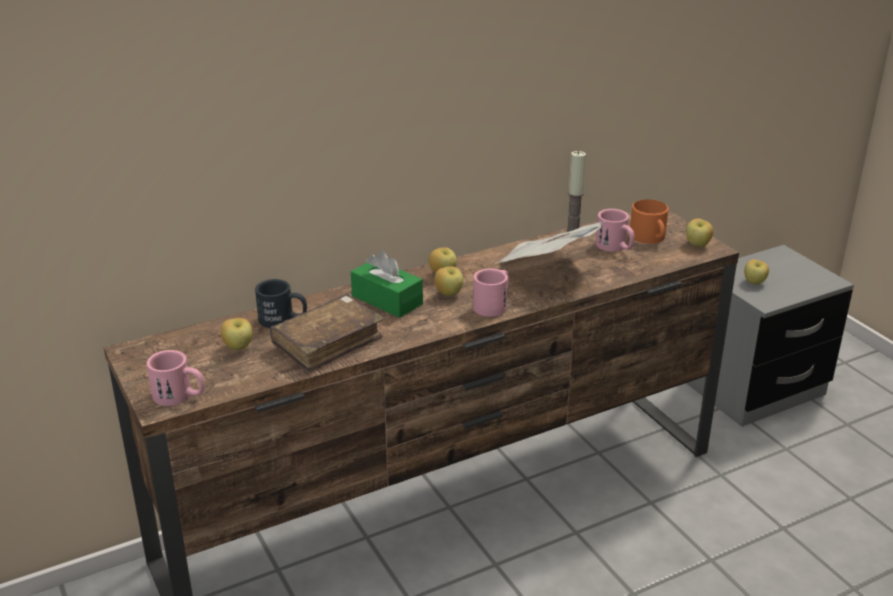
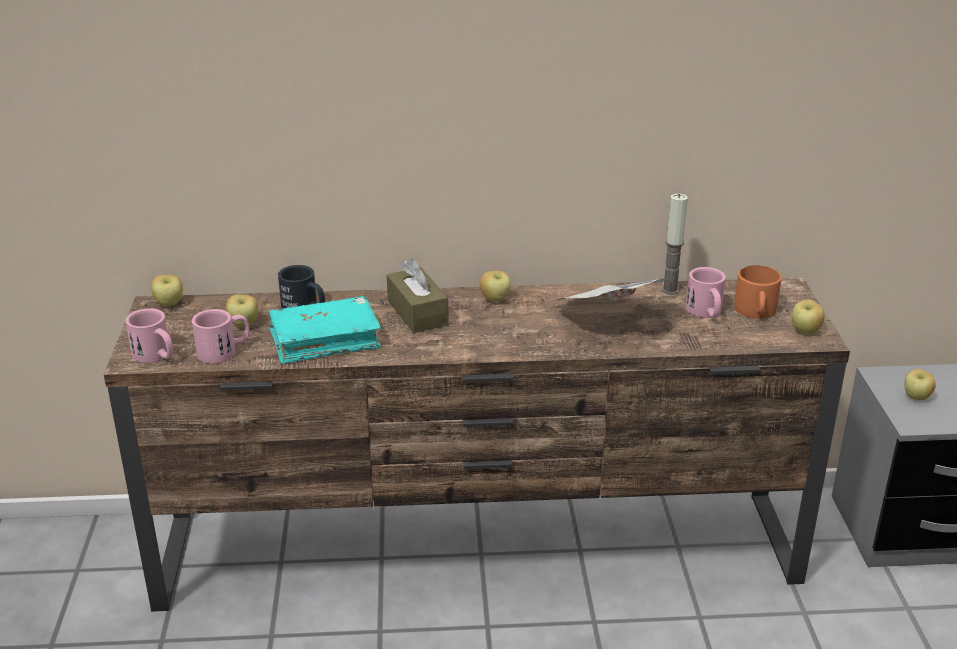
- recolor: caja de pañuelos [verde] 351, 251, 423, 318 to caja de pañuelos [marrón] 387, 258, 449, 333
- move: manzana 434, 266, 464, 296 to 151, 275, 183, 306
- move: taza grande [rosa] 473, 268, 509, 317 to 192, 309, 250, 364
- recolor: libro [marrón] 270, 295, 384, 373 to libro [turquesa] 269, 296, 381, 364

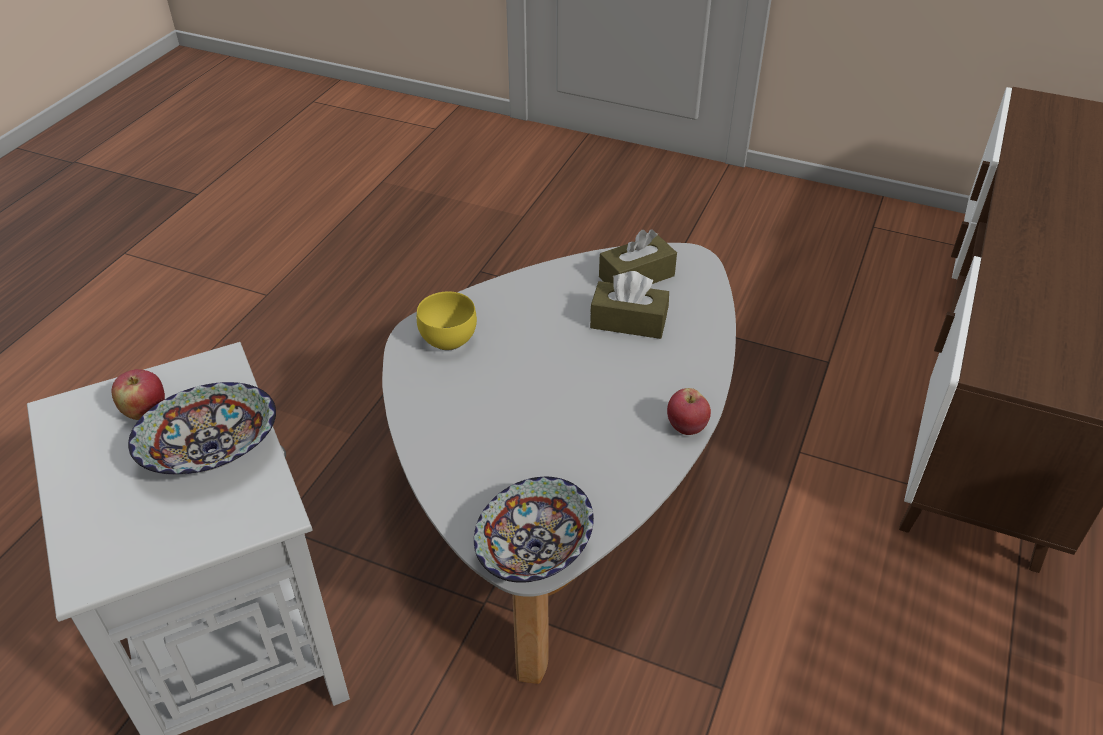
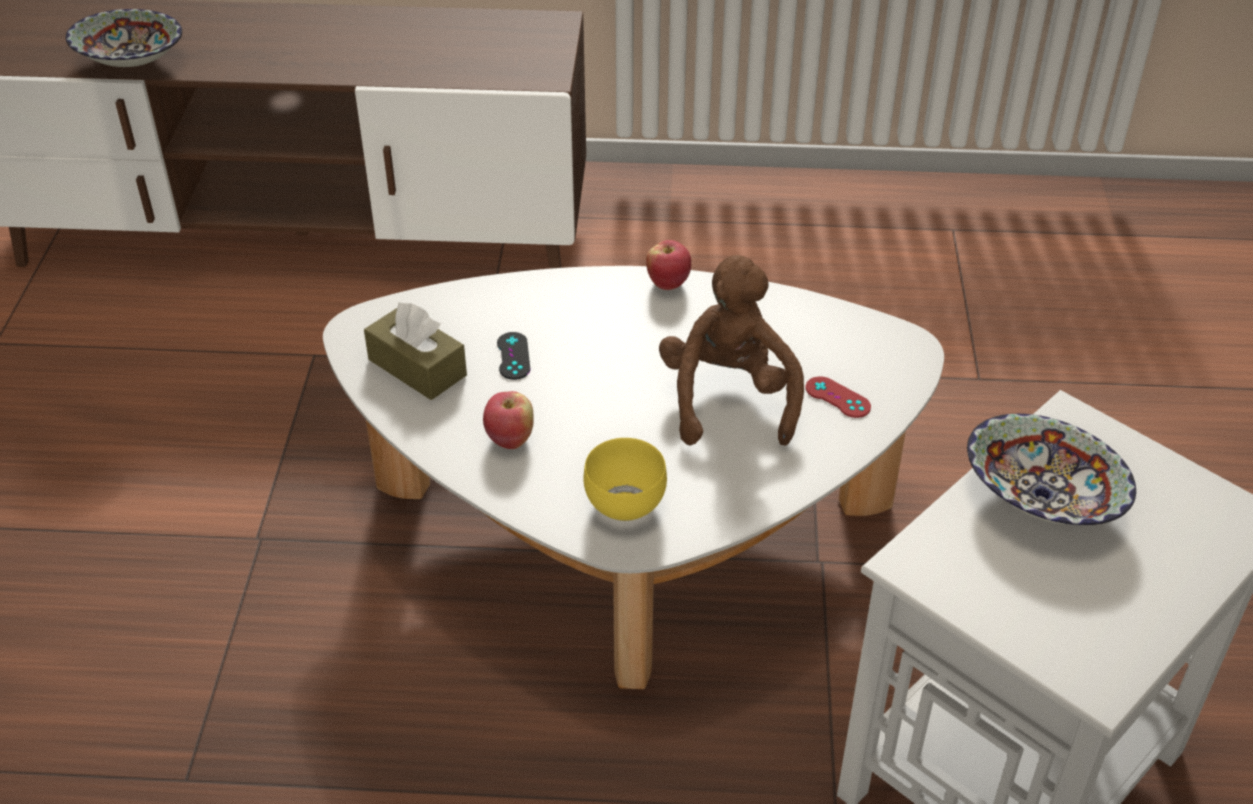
- replace: caja de pañuelos [marrón] 590, 271, 669, 339 to mando de consola [negro] 497, 332, 530, 380
- move: manzana 111, 369, 165, 420 to 483, 391, 534, 449
- move: cuenco 474, 477, 594, 583 to 66, 9, 182, 67
- insert: peluche [marrón] 659, 255, 804, 445
- insert: mando de consola [rojo] 806, 376, 871, 418

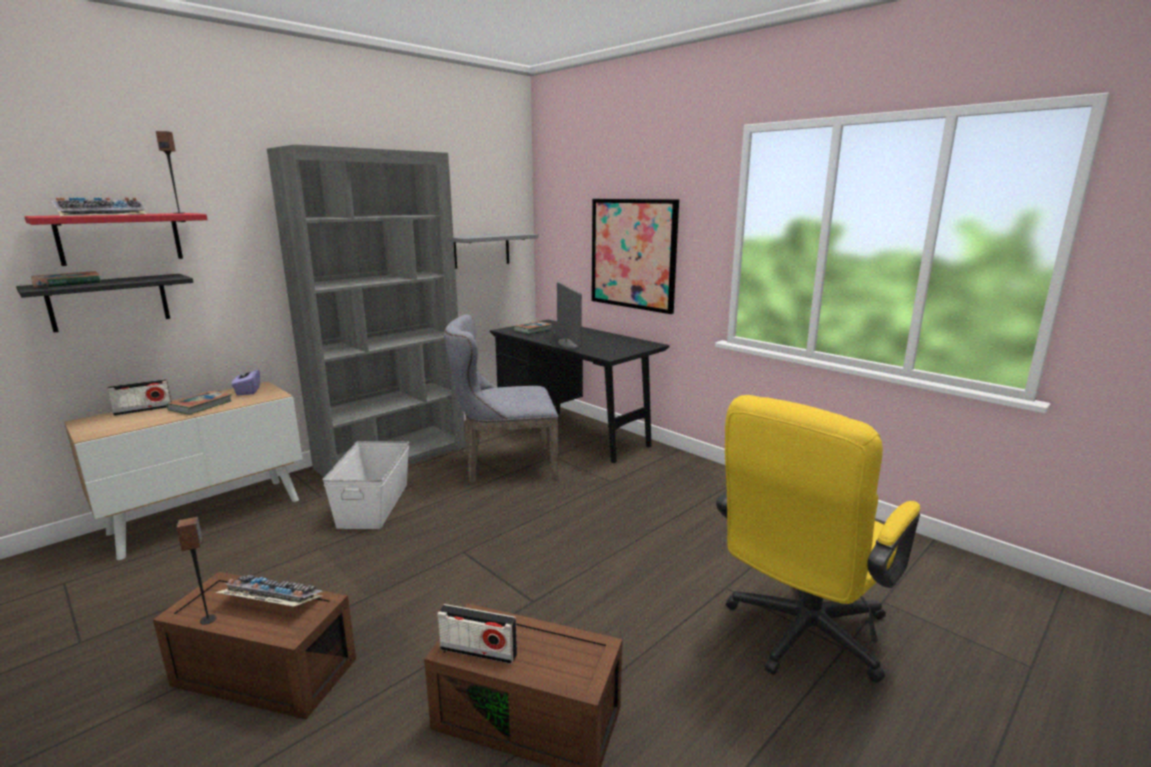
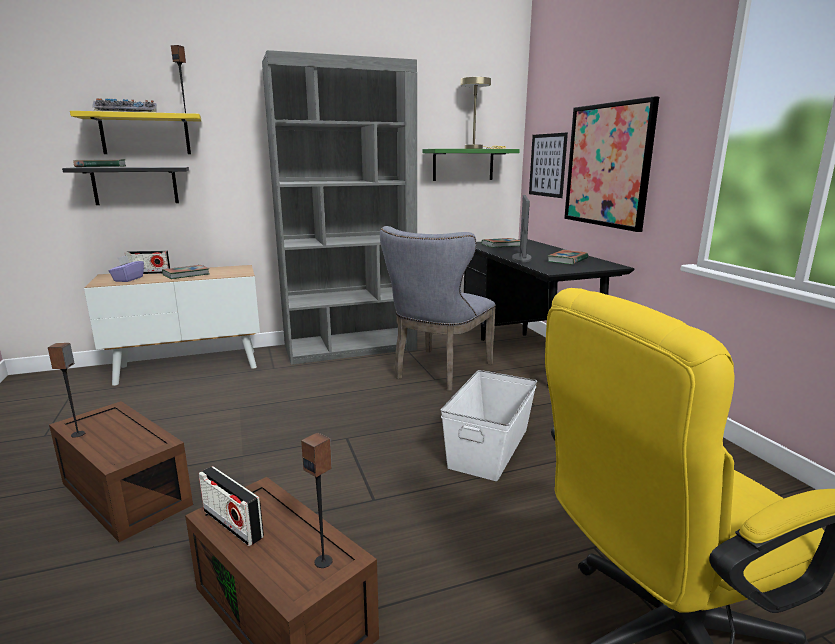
- recolor: estante [rojo] 24, 213, 208, 266 to estante [amarillo] 70, 111, 201, 154
- recolor: estante [gris] 453, 233, 538, 269 to estante [verde] 422, 149, 520, 181
- rotate: silla [gris] 444, 314, 559, 483 = 380, 226, 496, 391 75 degrees counterclockwise
- move: caja de pañuelos [morado] 231, 365, 260, 395 to 109, 255, 144, 282
- move: caja de almacenaje [blanco] 322, 441, 409, 529 to 441, 370, 537, 481
- delete: teclado 216, 575, 323, 607
- insert: lámpara de mesa [beis] 460, 77, 506, 149
- insert: cuadro 529, 133, 568, 198
- insert: libro 547, 250, 589, 264
- insert: altavoz 301, 433, 333, 568

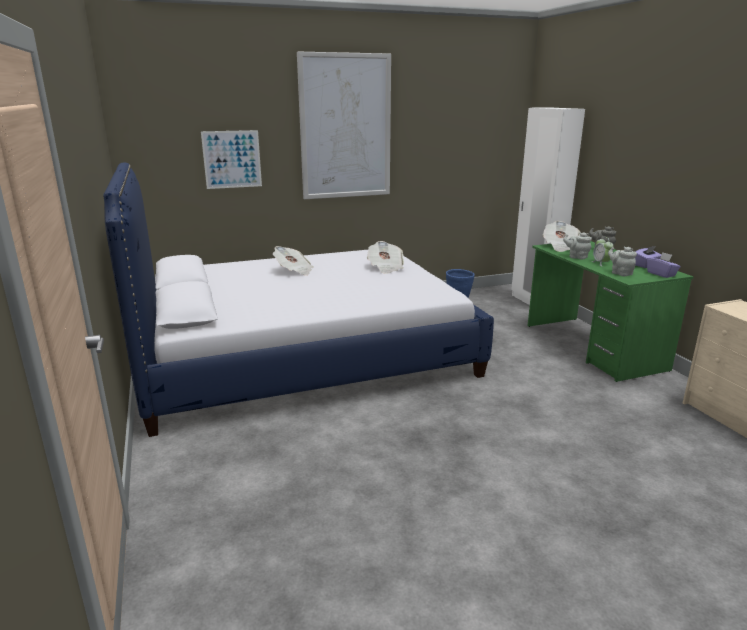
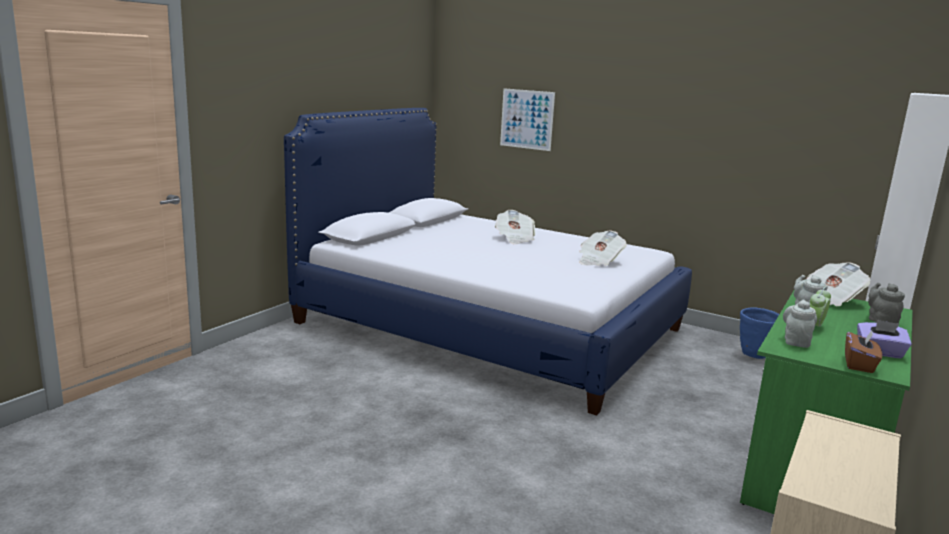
- delete: cuadro 297, 52, 391, 199
- recolor: caja de pañuelos [morado] 647, 252, 681, 278 to caja de pañuelos [marrón] 845, 330, 882, 373

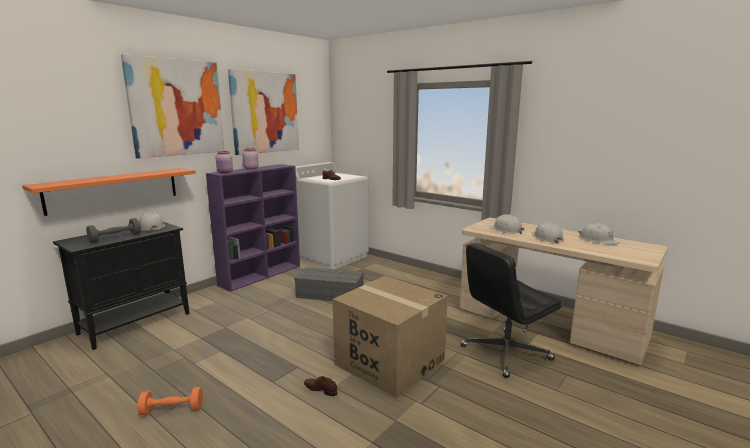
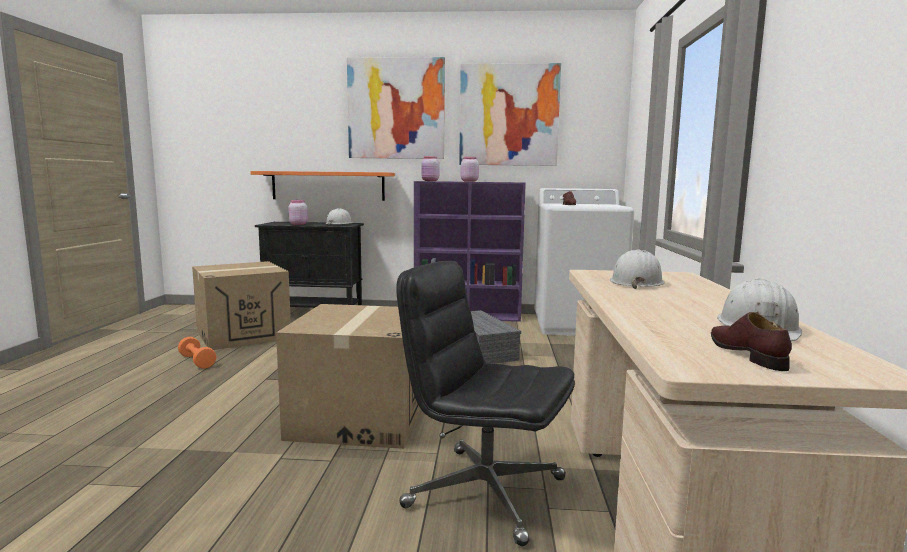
- replace: mancuerna [gris] 86, 218, 141, 243 to tarro [rosa] 288, 200, 308, 225
- delete: casco [blanco] 531, 221, 564, 244
- move: zapato [marrón] 304, 376, 337, 396 to 711, 312, 792, 371
- insert: caja de cartón 192, 261, 291, 350

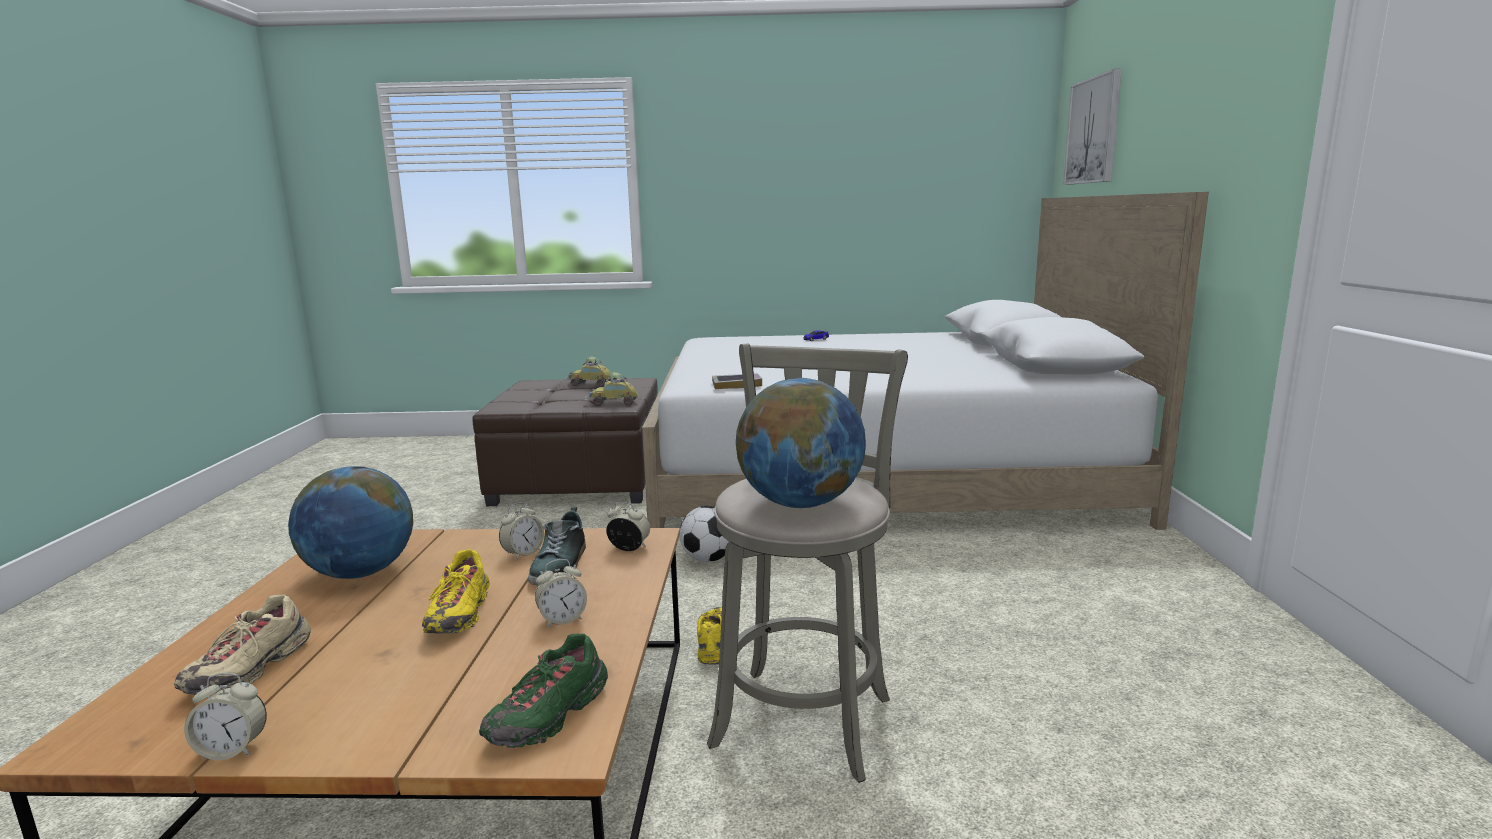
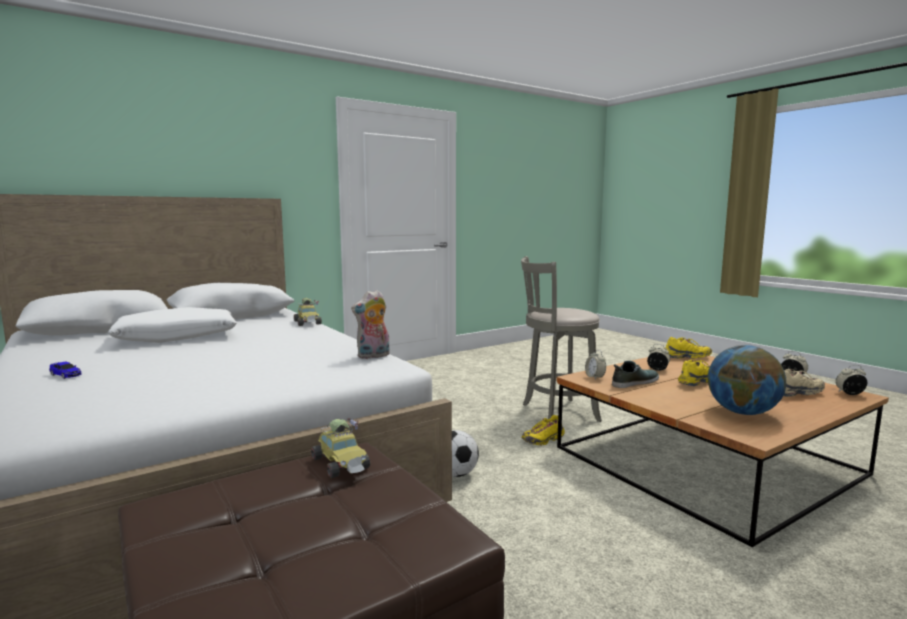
- delete: cuadro 1063, 69, 1122, 185
- move: coche de juguete 566, 356, 611, 387 to 294, 298, 322, 326
- replace: libro 712, 373, 762, 389 to peluche 351, 290, 390, 359
- delete: globo terráqueo 736, 378, 866, 508
- move: despertador 499, 502, 544, 560 to 835, 365, 867, 395
- recolor: zapato [verde] 479, 634, 608, 748 to zapato [amarillo] 665, 337, 712, 359
- insert: cojín [blanco] 108, 307, 237, 343

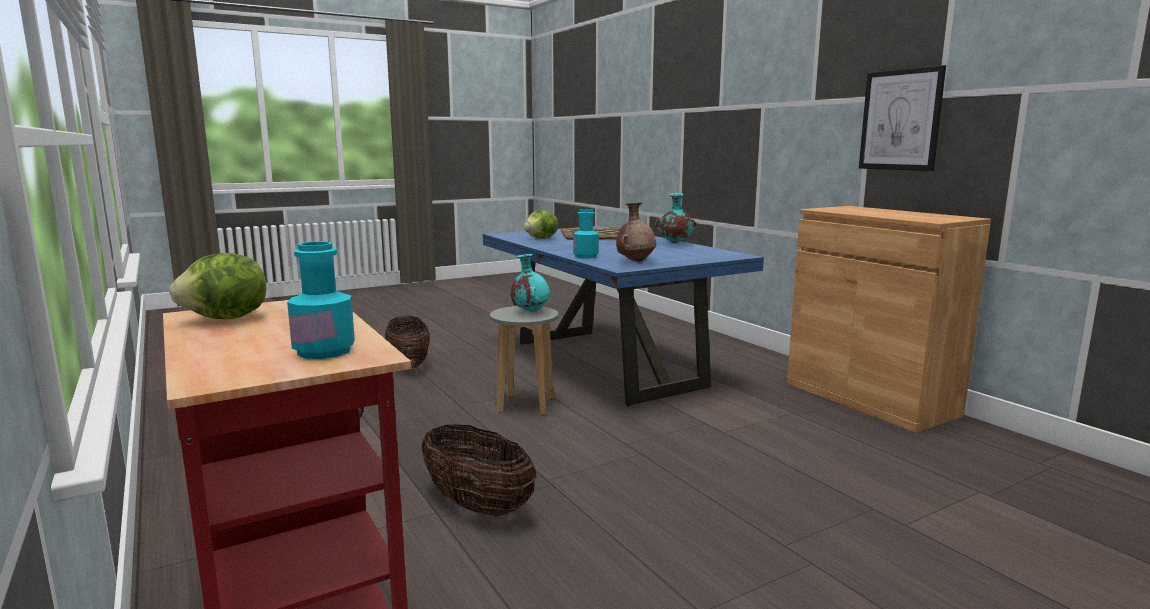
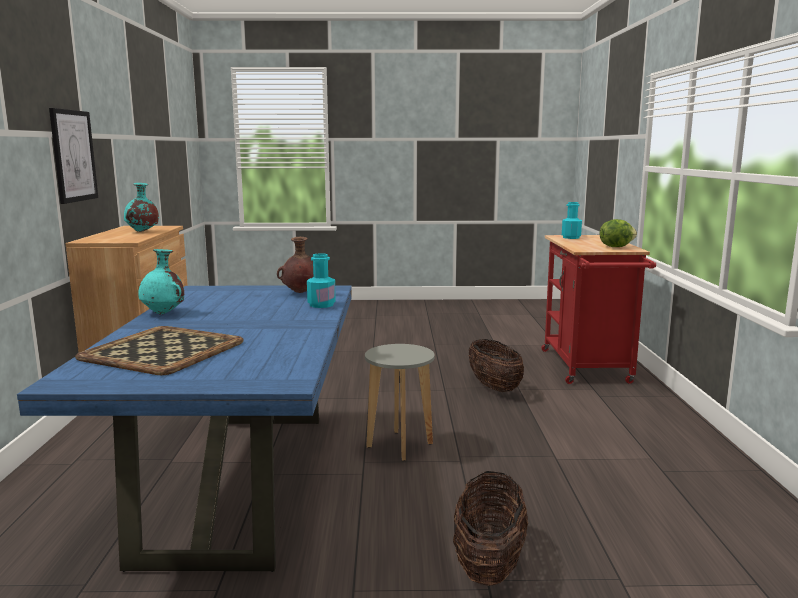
- delete: lechuga 524, 210, 558, 239
- move: florero [turquesa] 511, 254, 550, 312 to 124, 183, 159, 232

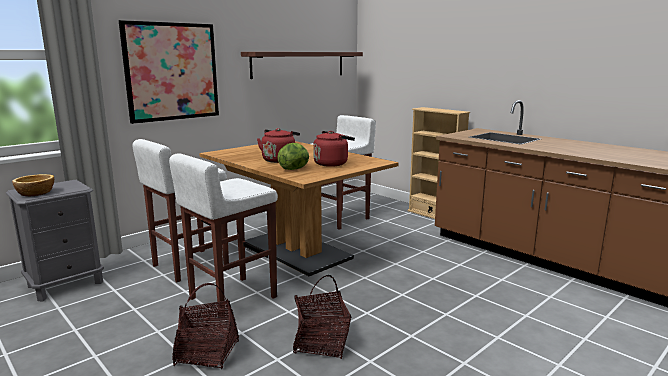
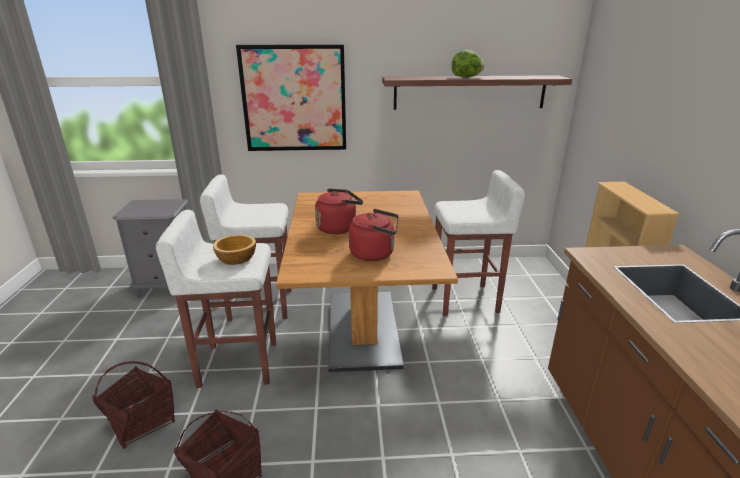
- move: lechuga 278, 143, 309, 170 to 452, 50, 484, 77
- move: cuenco 12, 174, 54, 197 to 213, 235, 256, 265

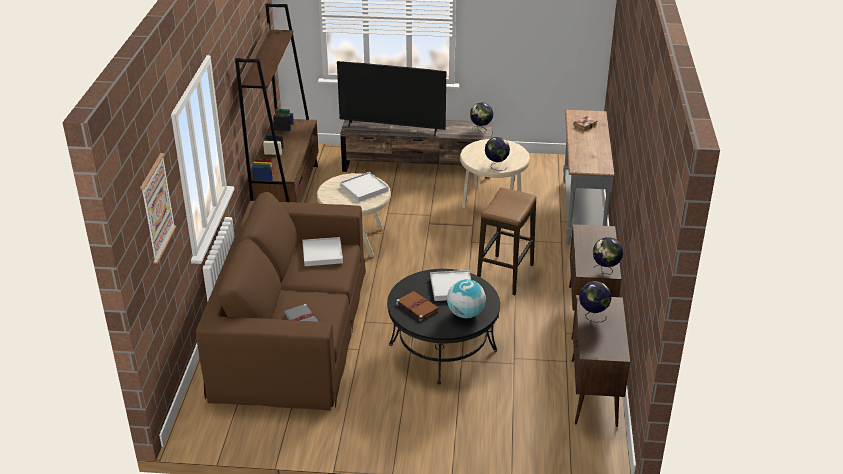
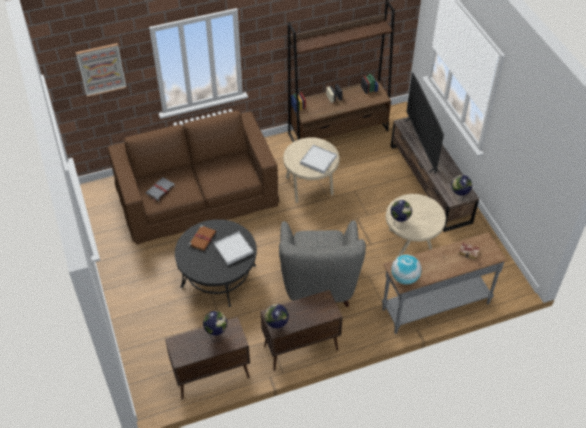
- replace: taburete 477, 188, 537, 295 to sillón [gris] 279, 220, 366, 307
- delete: bandeja [blanco] 302, 237, 343, 266
- move: globo terráqueo 447, 279, 486, 318 to 391, 255, 422, 285

